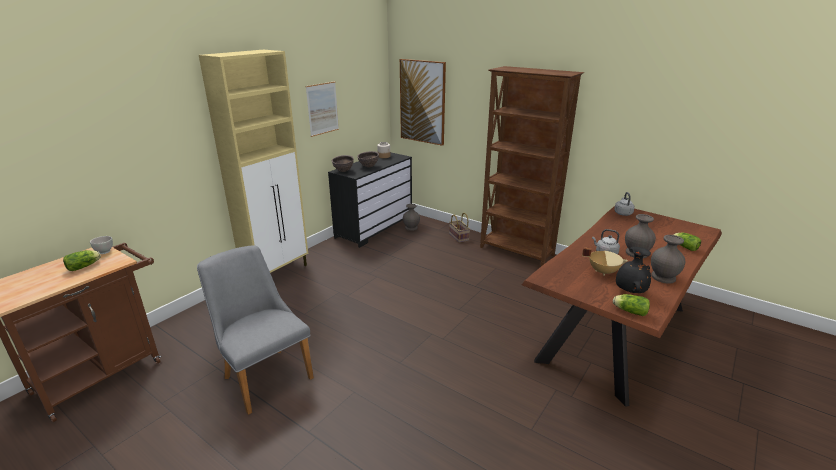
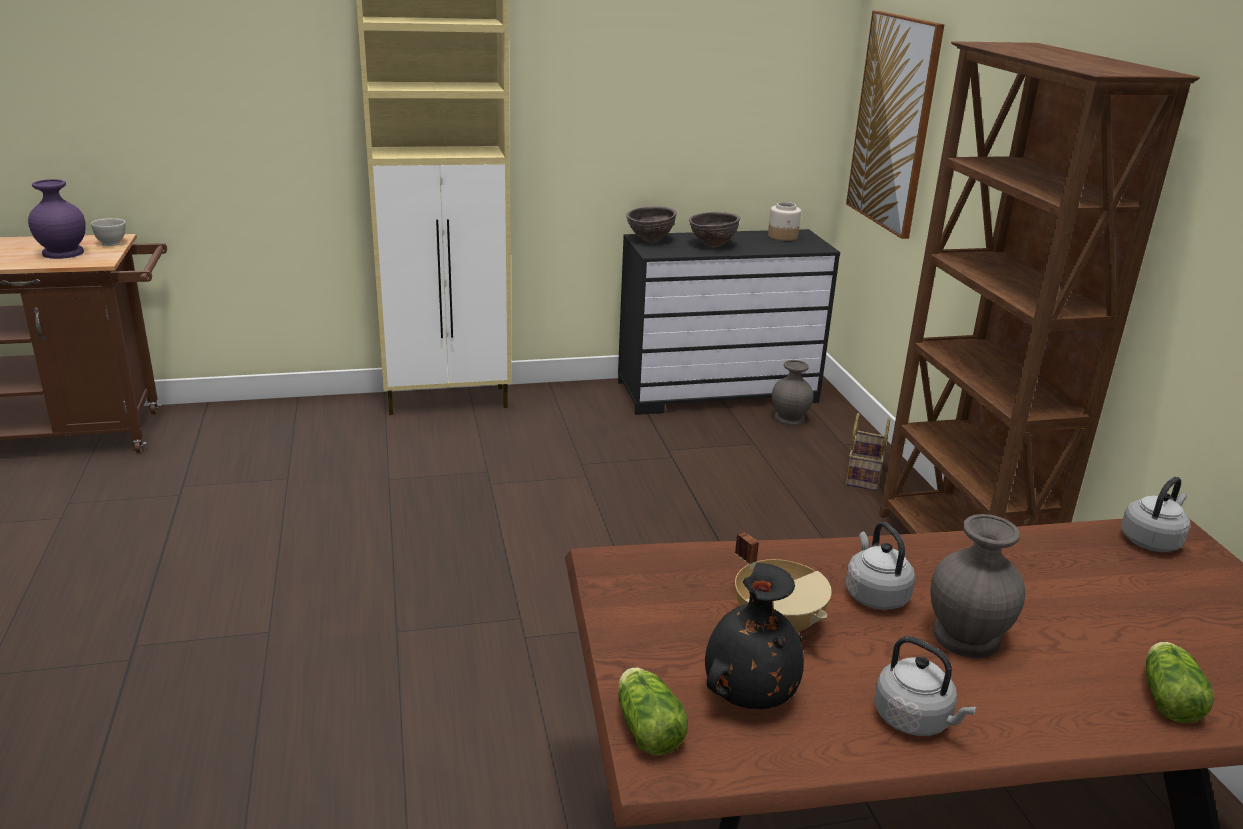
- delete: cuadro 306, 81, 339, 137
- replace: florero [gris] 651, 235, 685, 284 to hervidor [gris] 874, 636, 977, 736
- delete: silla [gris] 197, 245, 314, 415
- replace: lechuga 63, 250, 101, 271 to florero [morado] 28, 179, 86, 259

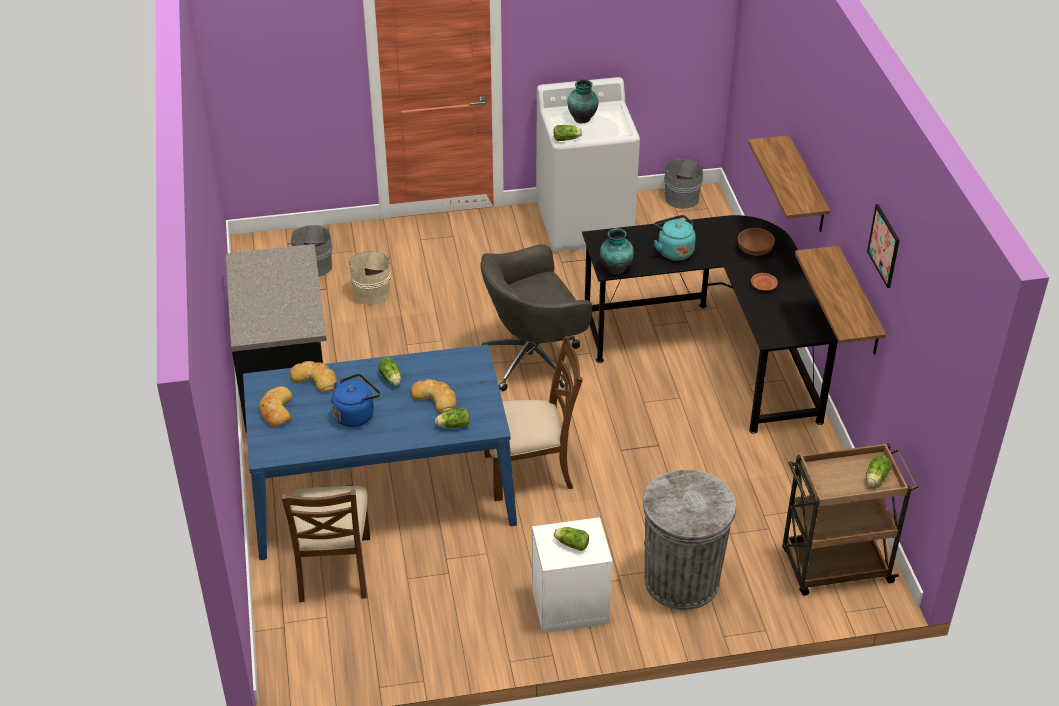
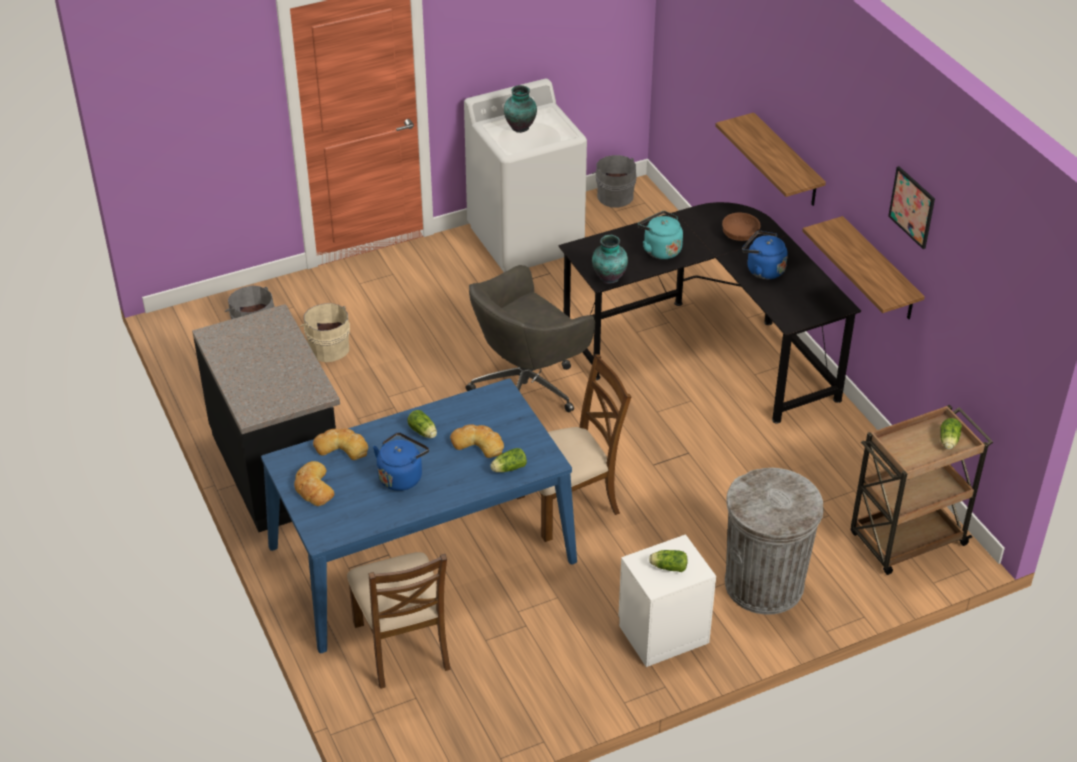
- delete: lechuga 553, 125, 582, 141
- replace: plato [marrón] 751, 273, 778, 291 to hervidor [azul] 742, 231, 788, 279

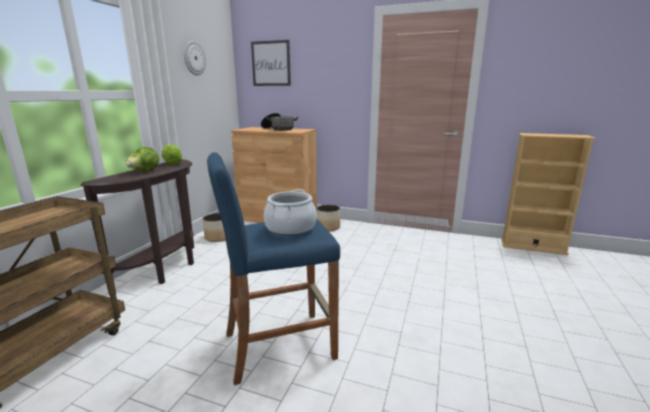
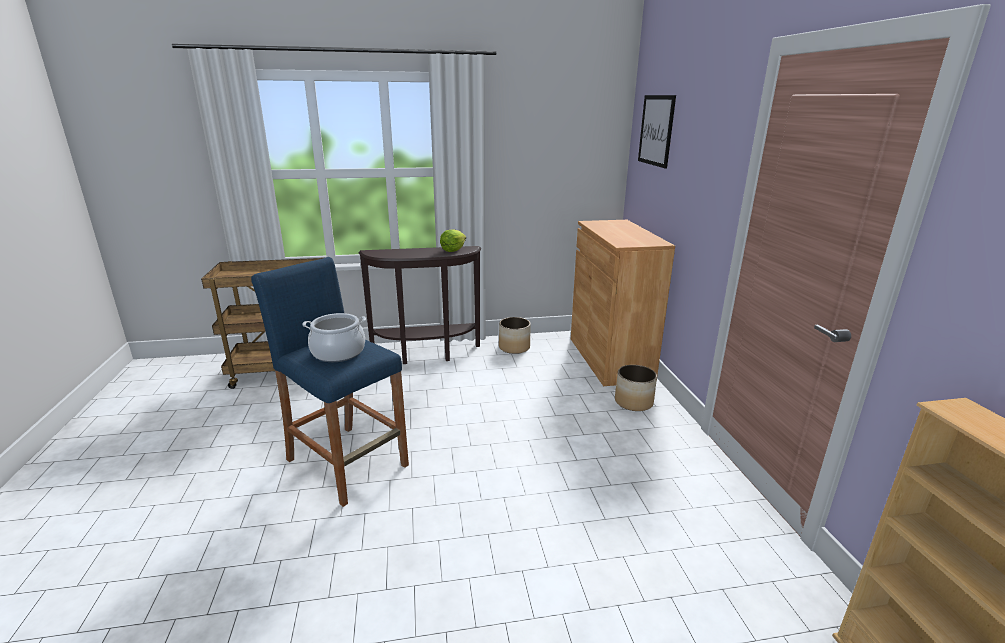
- delete: reloj de pared 184, 41, 206, 75
- delete: olla 261, 113, 298, 131
- delete: lechuga 125, 147, 159, 171

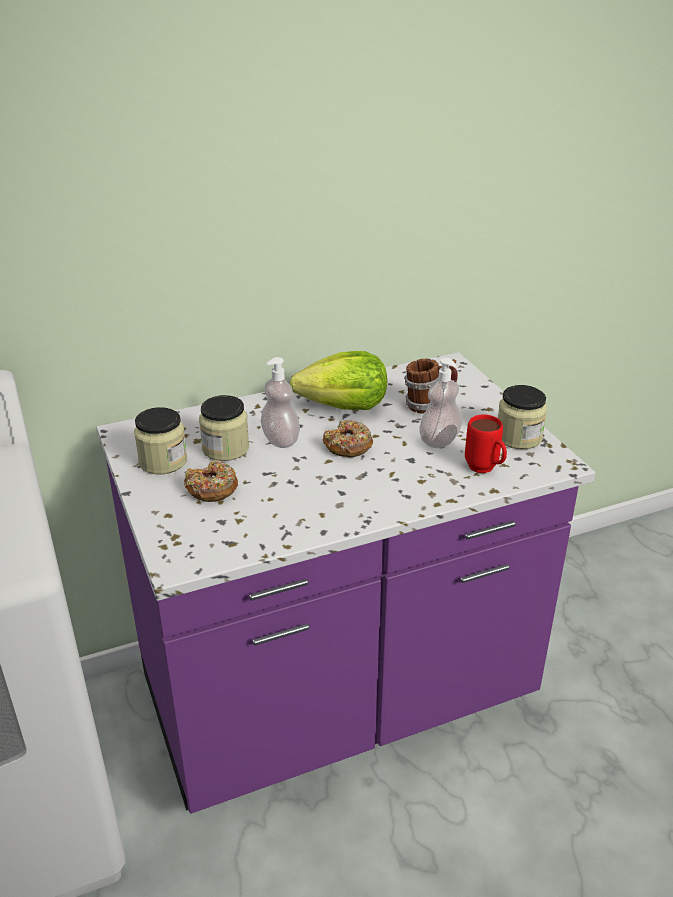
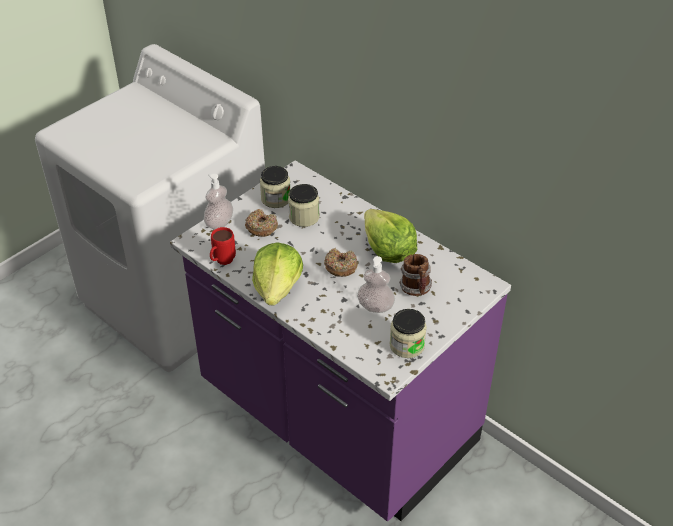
- move: dispensador de jabón 261, 357, 300, 448 to 204, 173, 233, 230
- move: taza grande [rojo] 465, 415, 507, 473 to 210, 227, 236, 265
- insert: lechuga 252, 242, 303, 306

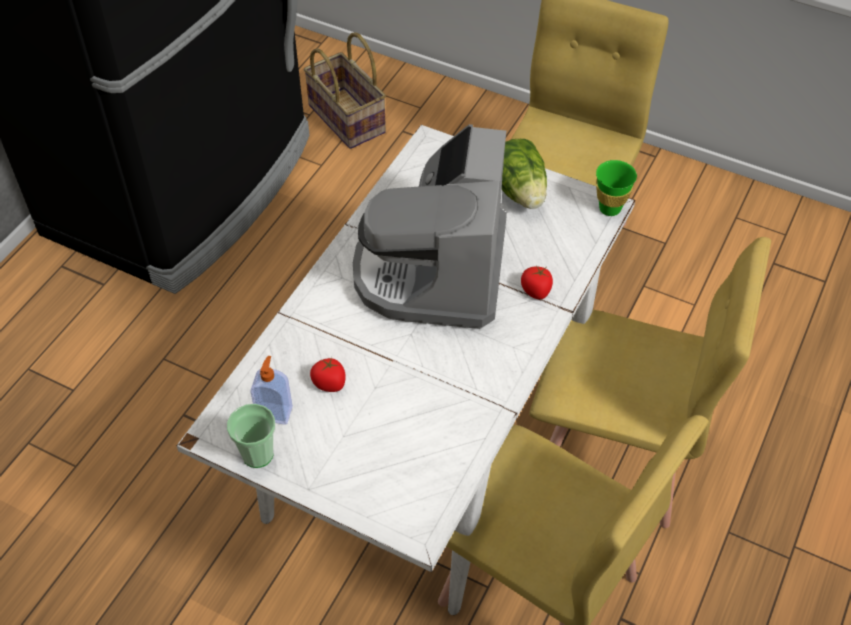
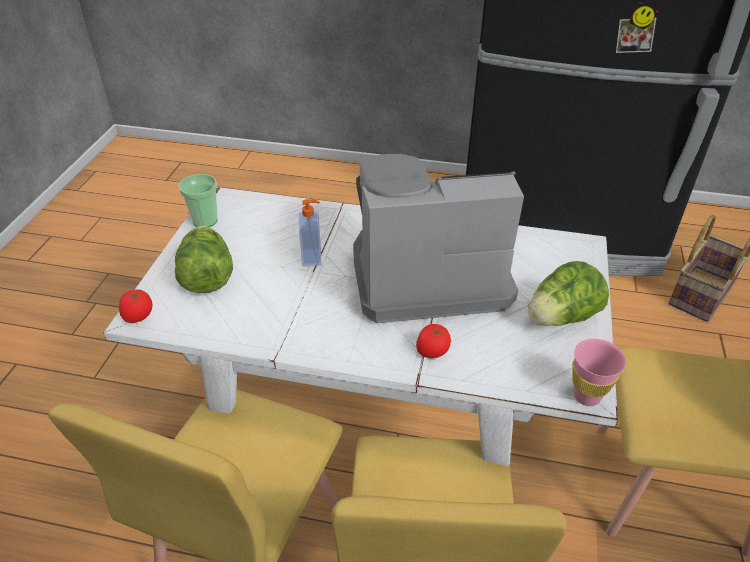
- recolor: taza [verde] 596, 160, 637, 216 to taza [rosa] 572, 339, 626, 406
- move: dispensador de jabón 250, 356, 293, 425 to 298, 199, 321, 267
- move: tomate 310, 357, 346, 392 to 119, 289, 152, 323
- insert: lechuga 175, 226, 233, 293

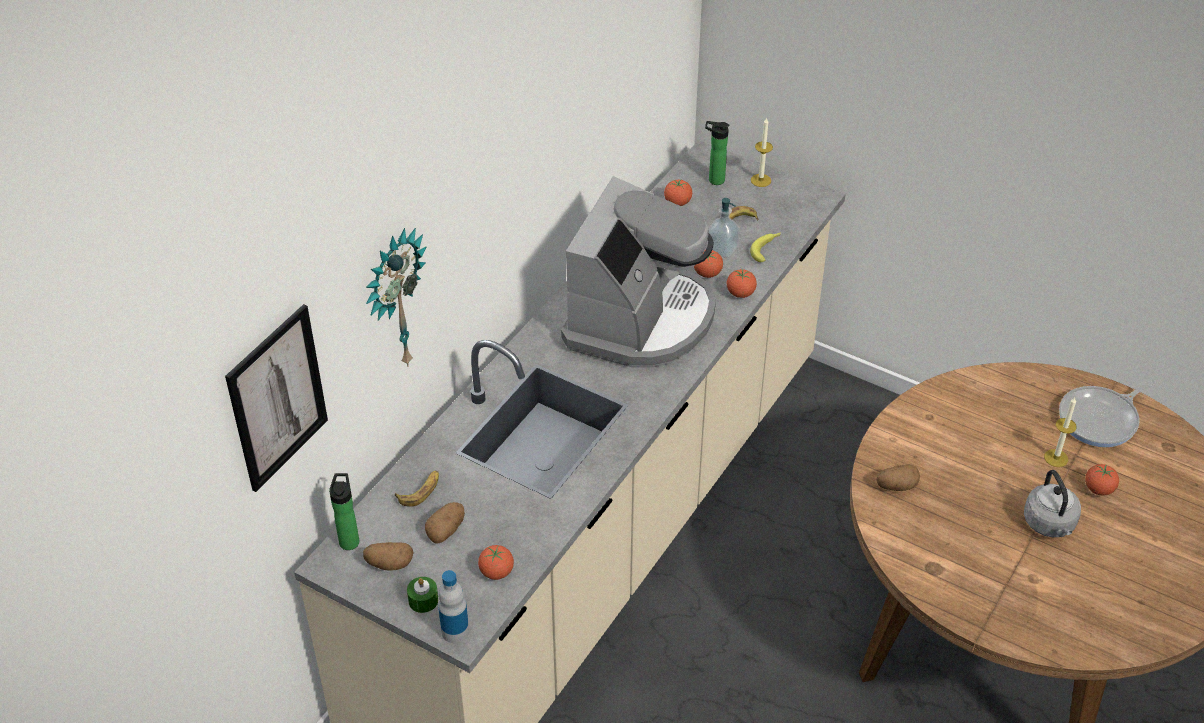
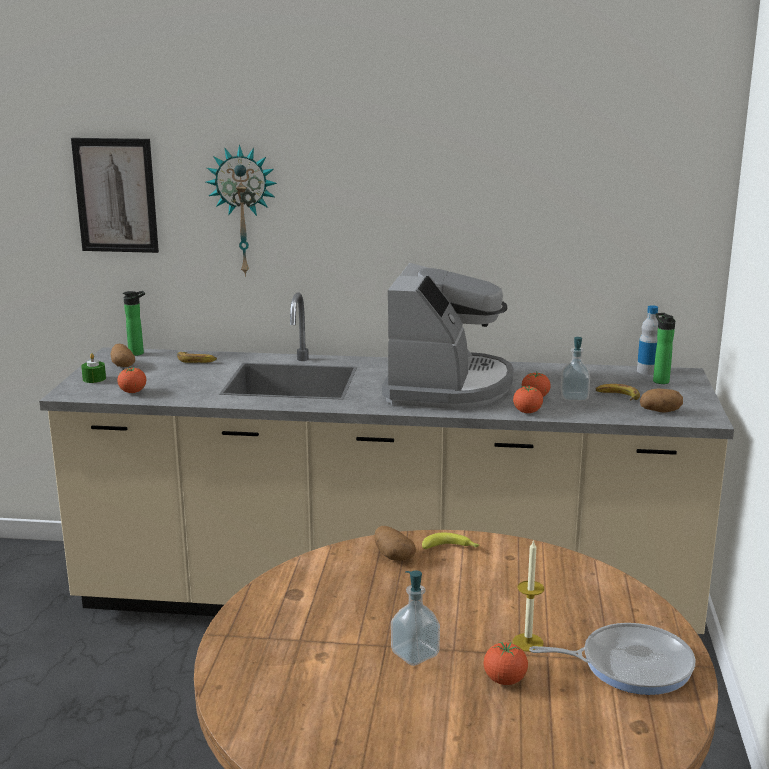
- delete: vela 751, 117, 773, 187
- rotate: cafetera 561, 176, 716, 368 = 382, 263, 514, 409 75 degrees counterclockwise
- delete: tomate 664, 179, 692, 206
- move: plátano 750, 232, 781, 262 to 422, 532, 480, 549
- rotate: sartén 1059, 379, 1156, 447 = 529, 623, 696, 695 150 degrees clockwise
- replace: hervidor [gris] 1024, 470, 1081, 537 to dispensador de jabón 391, 570, 440, 666
- move: patata 425, 502, 465, 544 to 640, 389, 683, 413
- move: botella 438, 570, 469, 643 to 637, 305, 658, 375

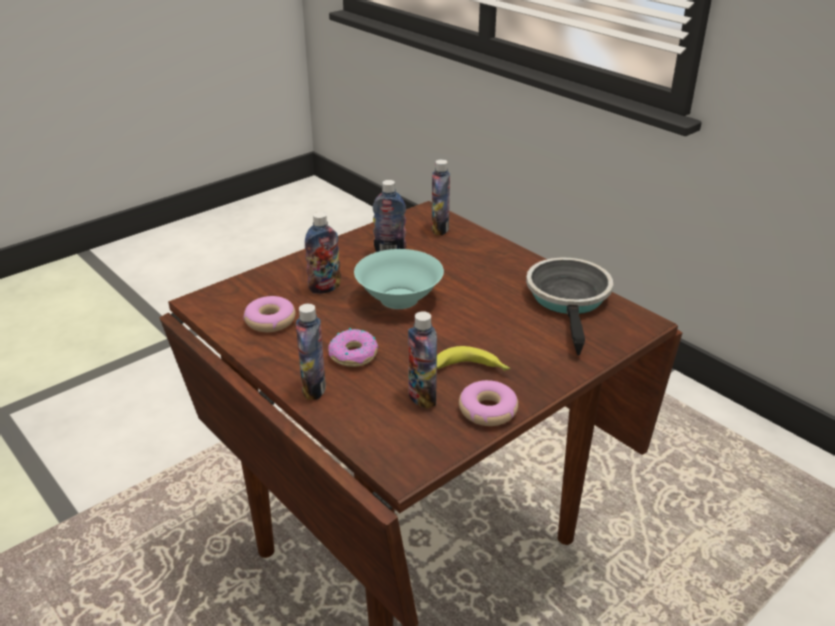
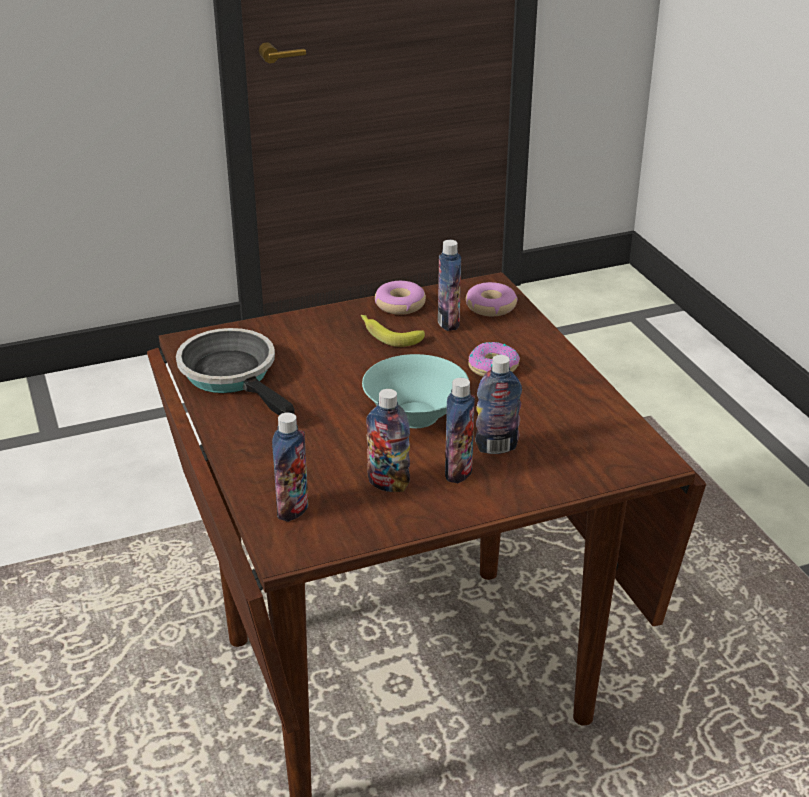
- rotate: sartén 526, 257, 613, 355 = 176, 328, 295, 415 120 degrees clockwise
- move: rosquilla 243, 296, 296, 332 to 466, 282, 518, 316
- move: botella 296, 304, 326, 400 to 445, 378, 475, 483

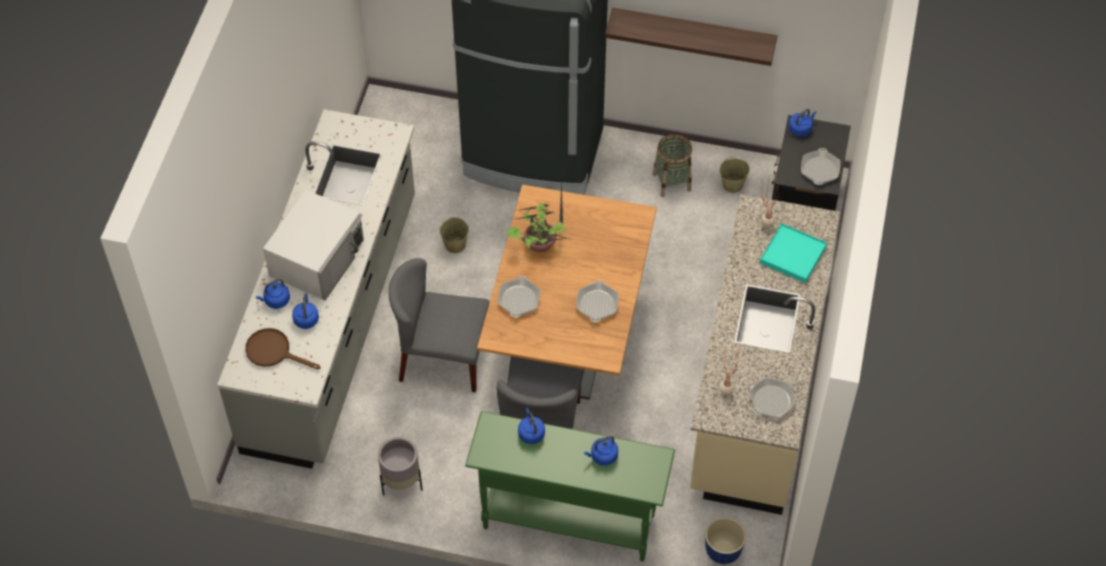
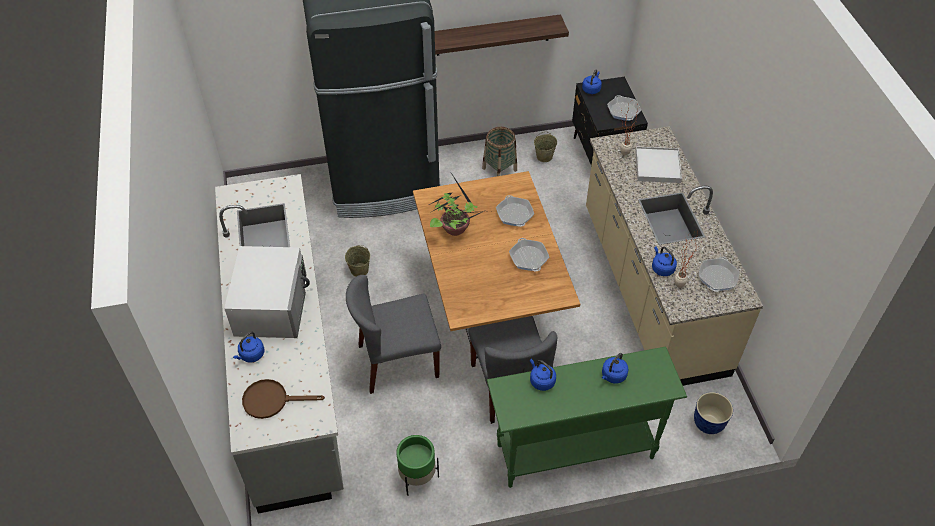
- recolor: bandeja [turquesa] 760, 223, 827, 283 to bandeja [blanco] 636, 146, 682, 183
- move: sartén 498, 276, 540, 317 to 496, 195, 534, 227
- move: hervidor [azul] 292, 294, 319, 329 to 652, 246, 677, 276
- recolor: maceta [gris] 378, 437, 423, 496 to maceta [verde] 396, 435, 439, 496

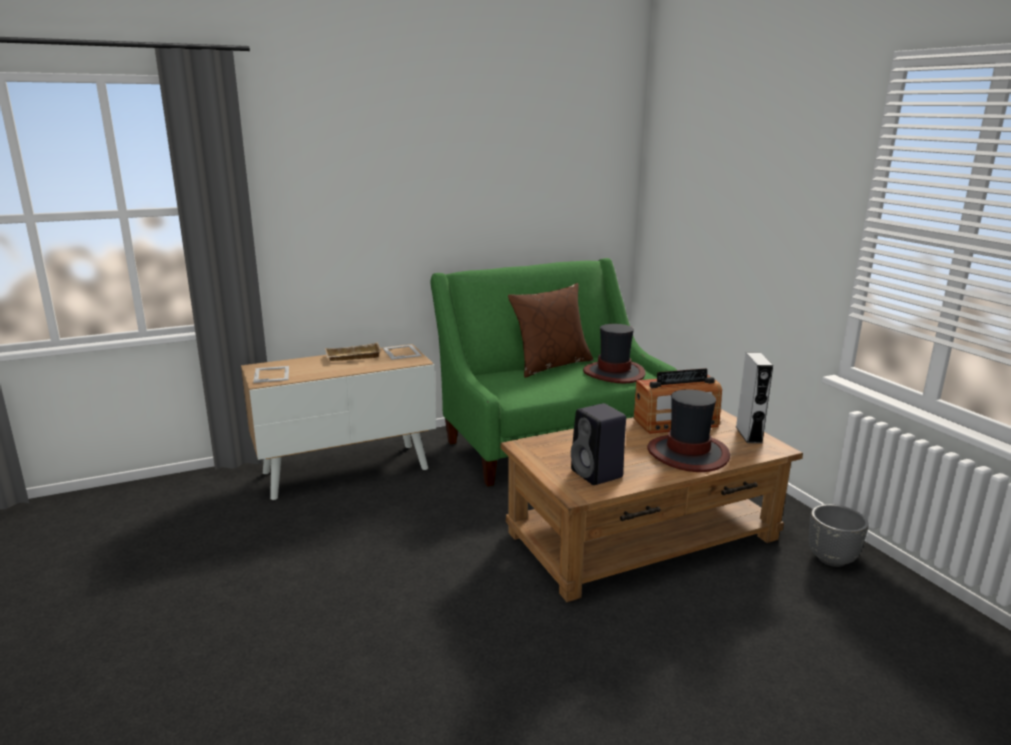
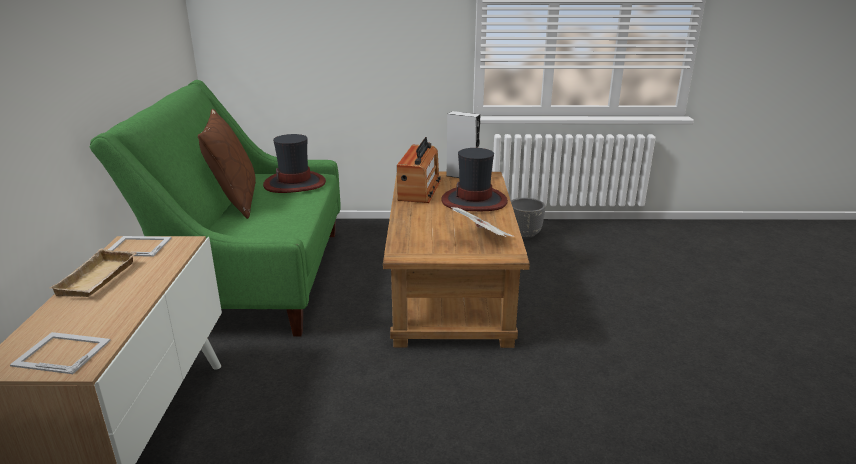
- replace: altavoz [negro] 571, 403, 626, 485 to periódico 451, 207, 514, 237

